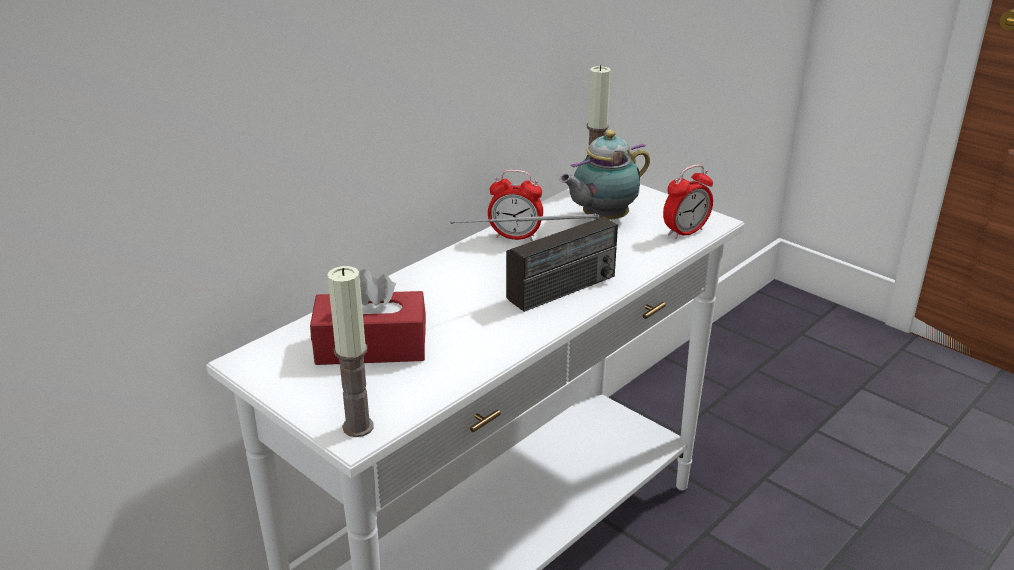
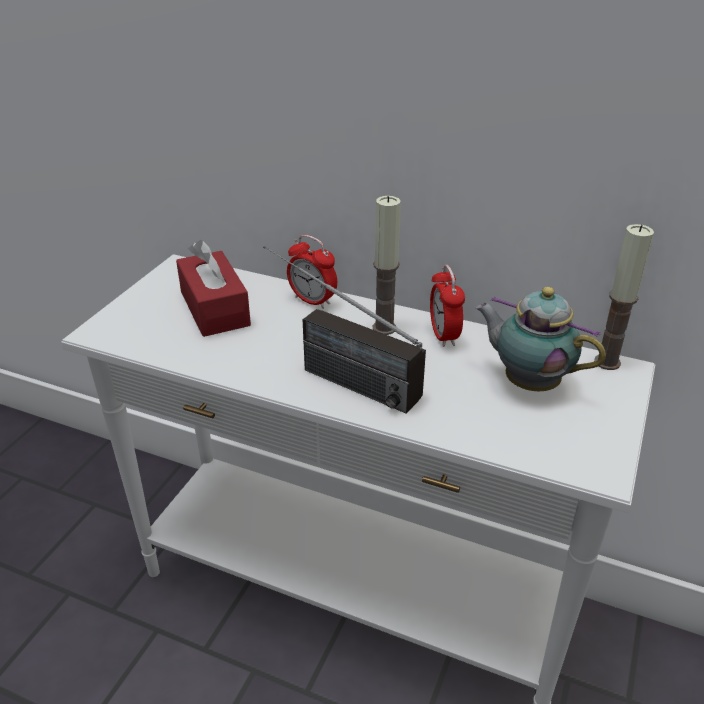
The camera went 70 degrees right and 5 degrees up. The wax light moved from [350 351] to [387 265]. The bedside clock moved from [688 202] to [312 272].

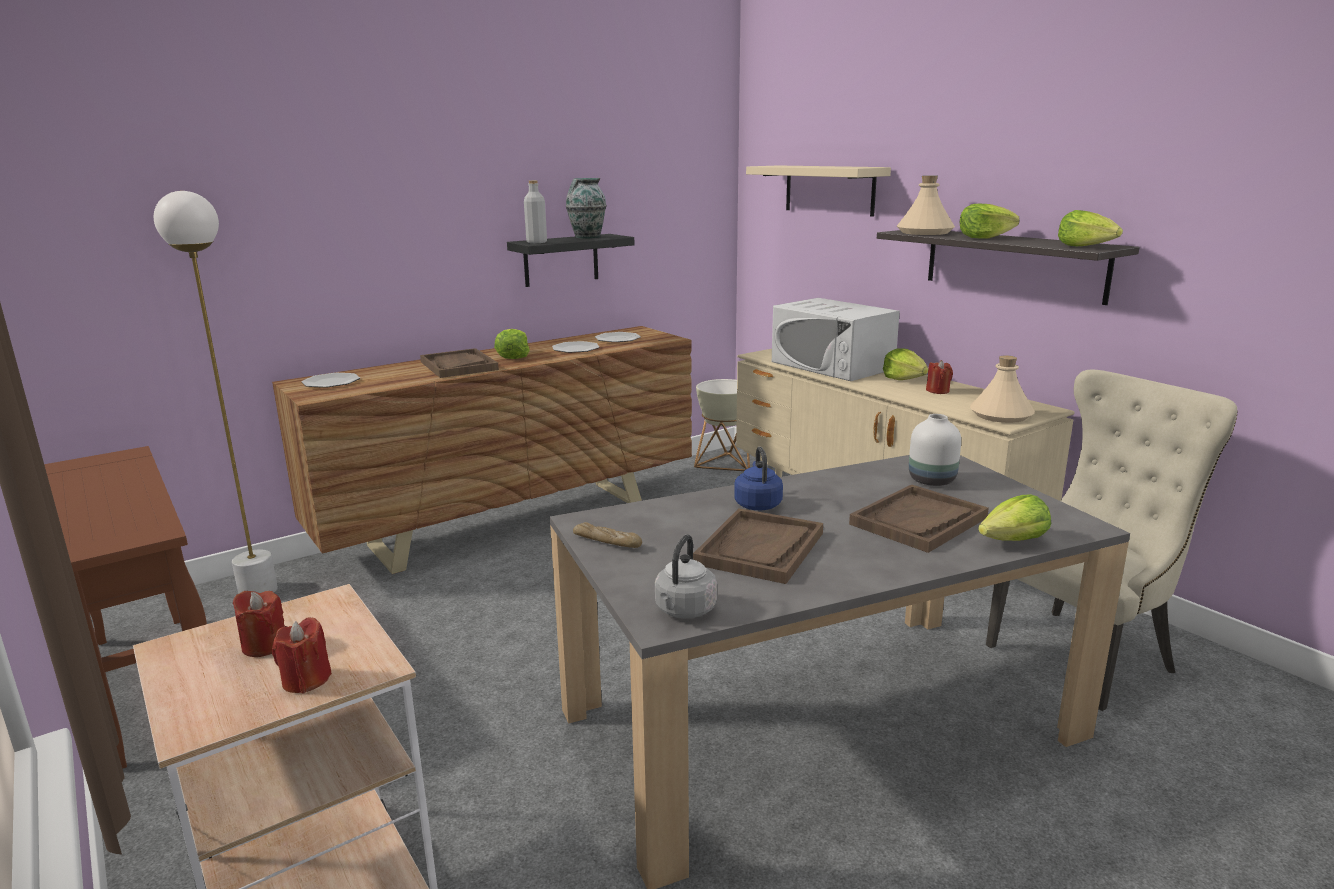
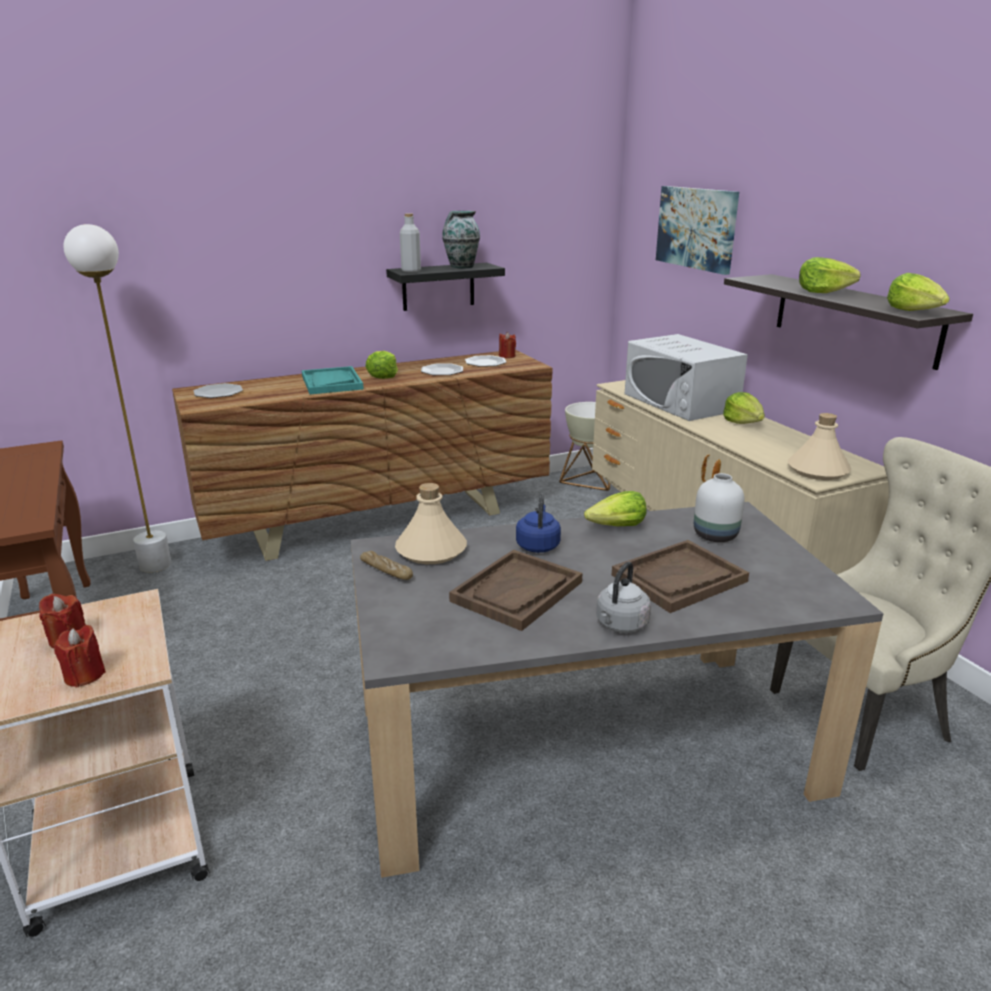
The camera went 10 degrees right and 5 degrees up. The kettle in grey moved from [686 576] to [623 597]. The bottle in beige moved from [926 205] to [431 523]. The wax light in red moved from [939 377] to [507 345]. The lettuce moved from [1014 517] to [615 508]. The shelf in beige at [818 191] was replaced by the wall art at [697 230]. The carrying tray in brown-coloured at [459 363] became the carrying tray in turquoise-coloured at [333 380].

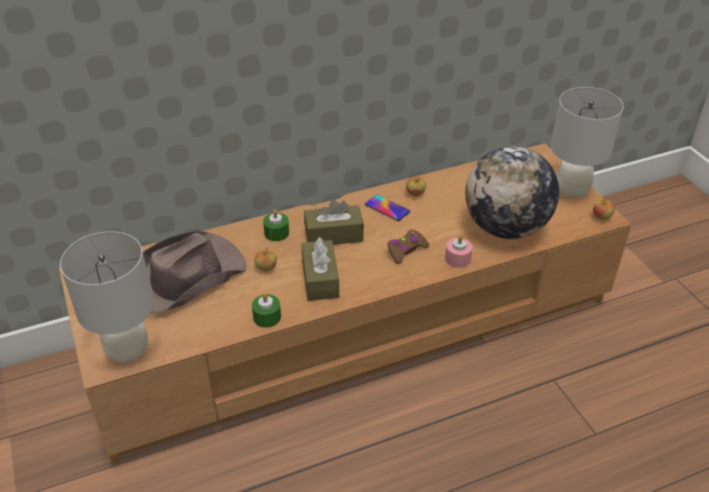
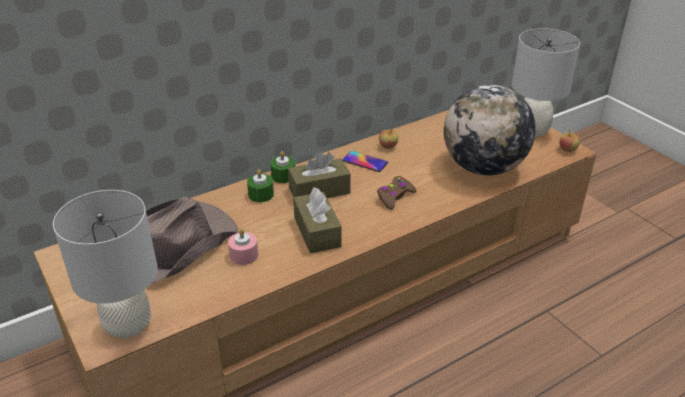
The camera went 10 degrees left and 5 degrees down. The apple at [265 260] disappeared. The wax light in green-coloured moved from [266 310] to [282 167]. The wax light in pink moved from [459 251] to [243 247].

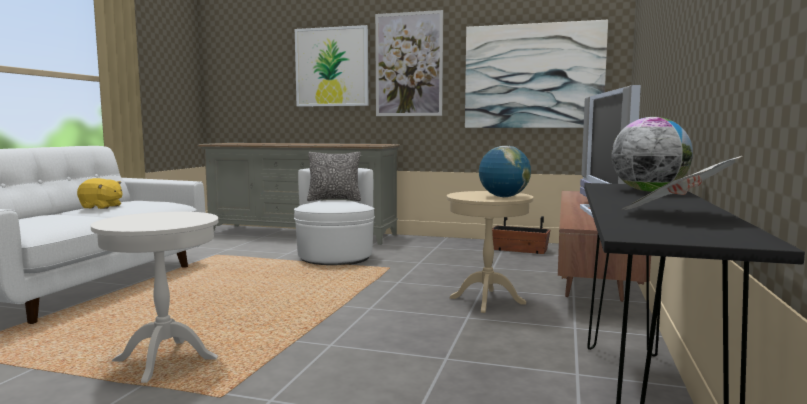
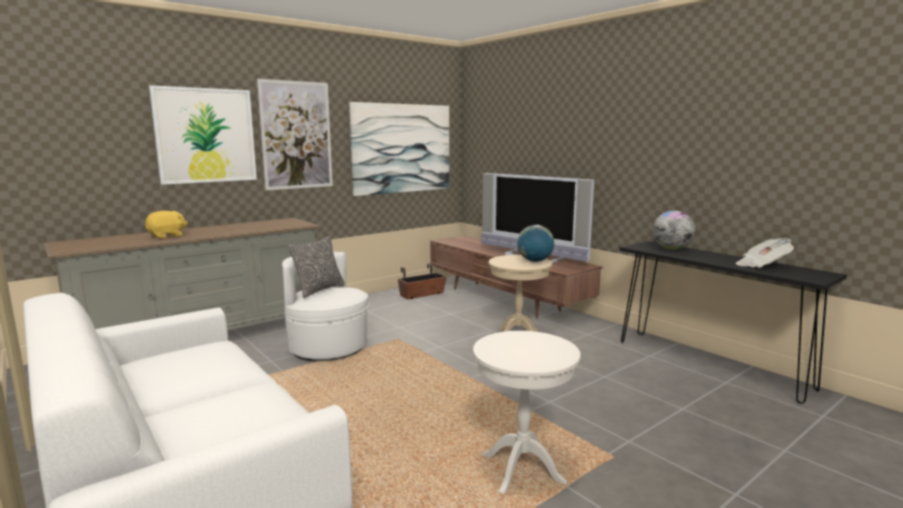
The camera went 55 degrees left and 5 degrees up. The soft toy in yellow moved from [99 193] to [166 225].

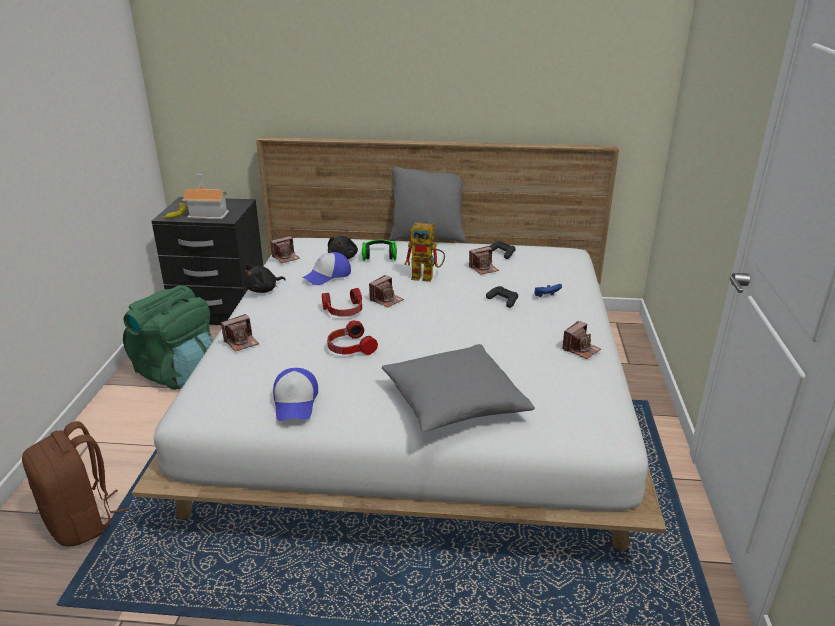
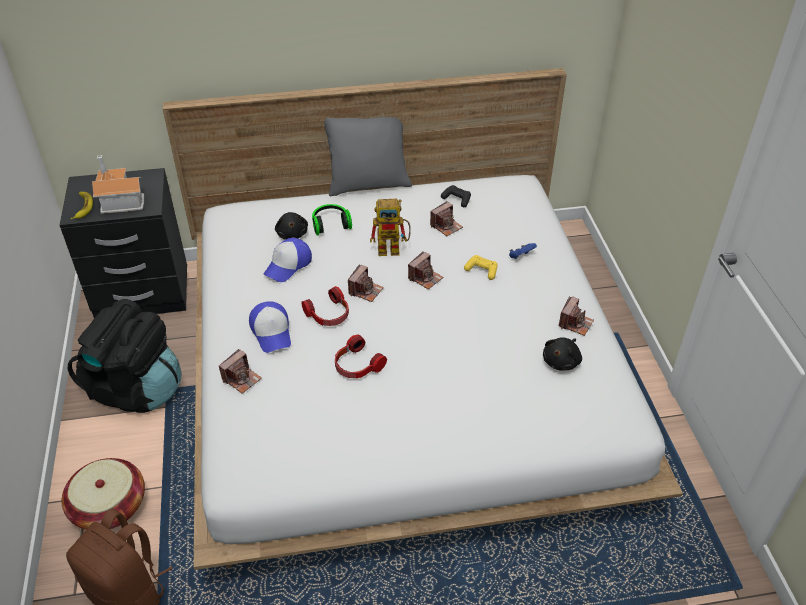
The camera went 15 degrees left and 15 degrees up. The pillow in grey at [458 388] disappeared. The storage basket at [103 494] appeared. The soft toy in black moved from [265 278] to [562 353]. The still camera moved from [285 249] to [425 270]. The peaked cap moved from [295 394] to [270 327]. The backpack in green-coloured at [168 338] became the backpack in black at [125 356]. The game controller in black at [502 297] became the game controller in yellow at [481 267].

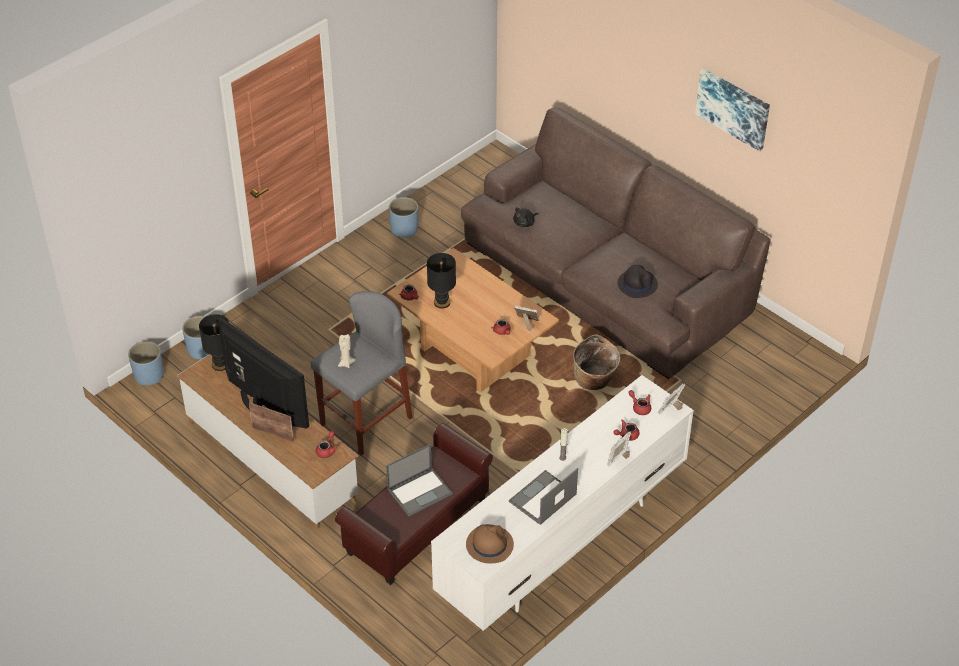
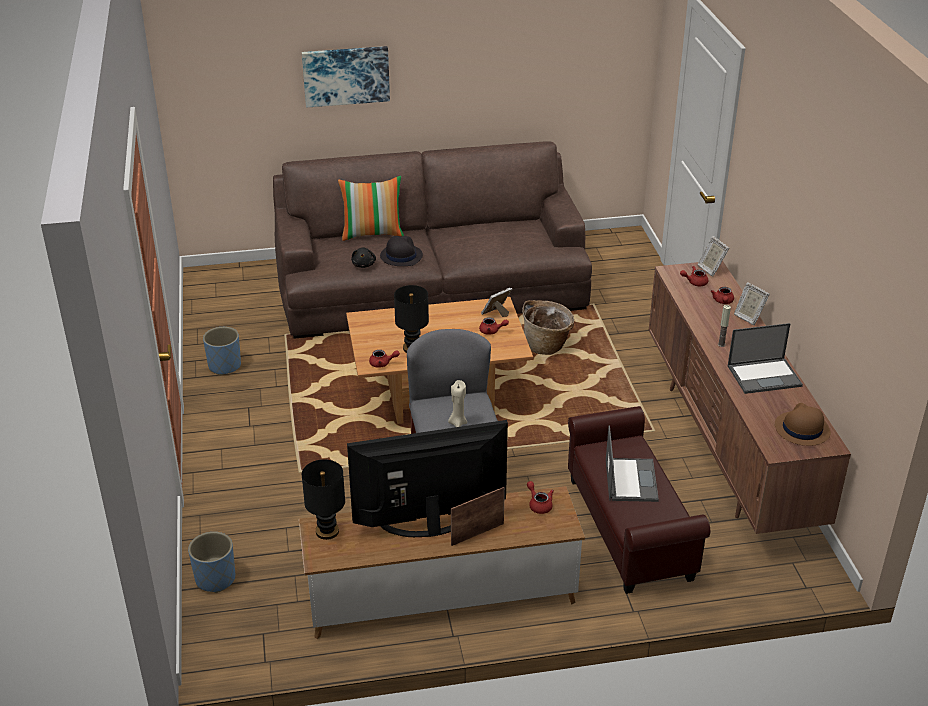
The camera went 55 degrees left and 10 degrees down. The flower pot in bluish at [146 363] disappeared. The pillow at [371 208] appeared. The wearable hat in black moved from [638 281] to [401 251]. The wall art moved from [732 109] to [346 76]. The storage cabinet in white at [562 503] became the storage cabinet in brown-coloured at [750 397]. The laptop at [543 496] turned 90 degrees counterclockwise.

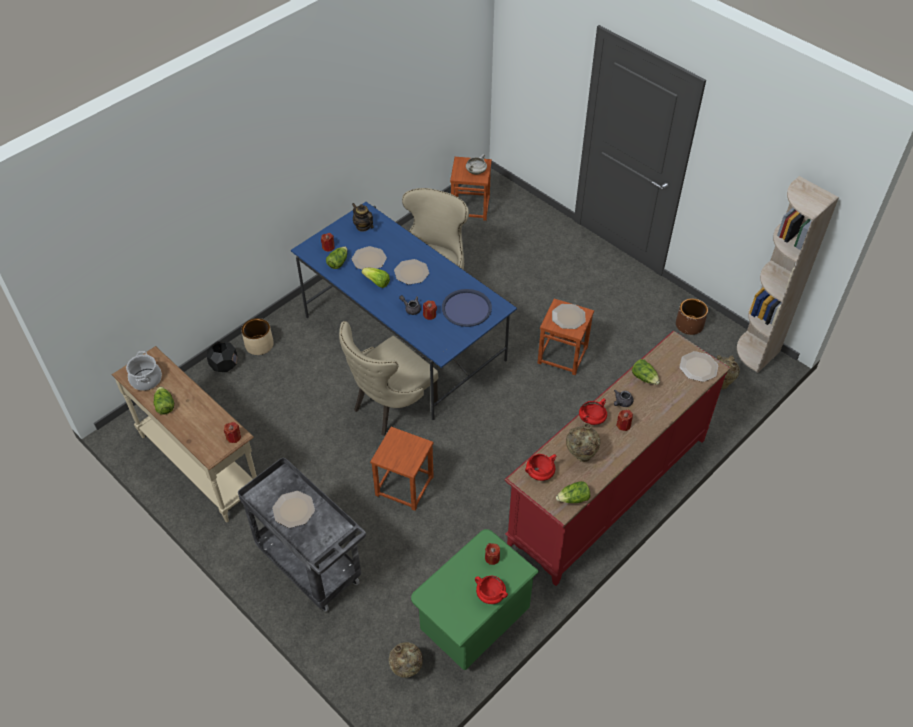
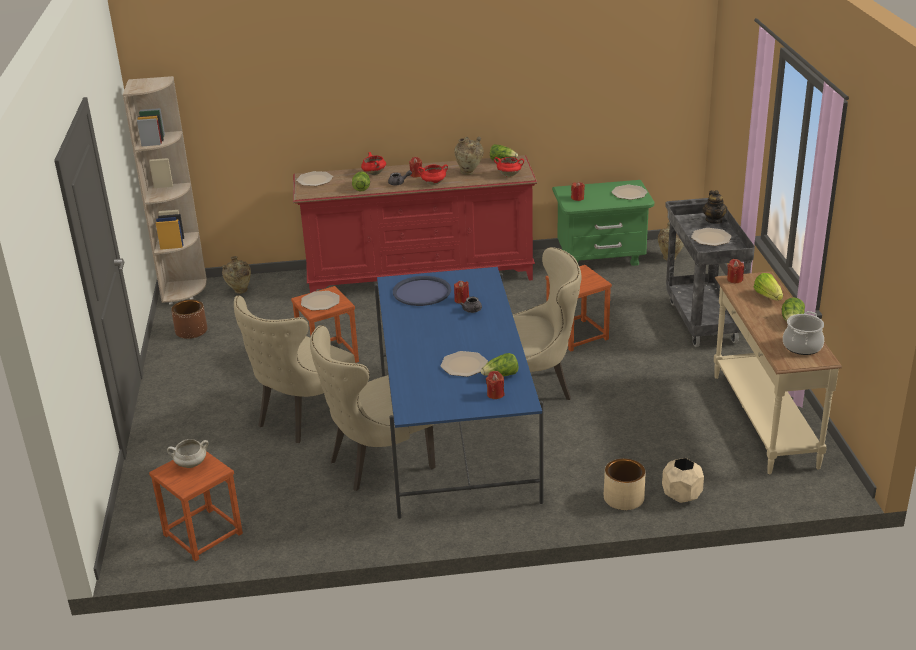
The camera went 140 degrees left and 20 degrees down. The chair in beige at [294 369] appeared. The teapot moved from [363 217] to [714 207]. The lettuce moved from [376 278] to [768 287]. The flat dish moved from [411 272] to [630 192]. The cooking pot in red moved from [491 590] to [373 163]. The flower pot in black at [222 356] became the flower pot in beige at [683 480].

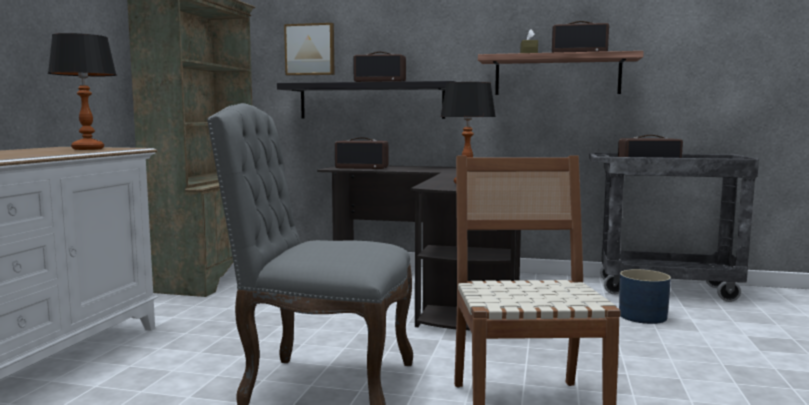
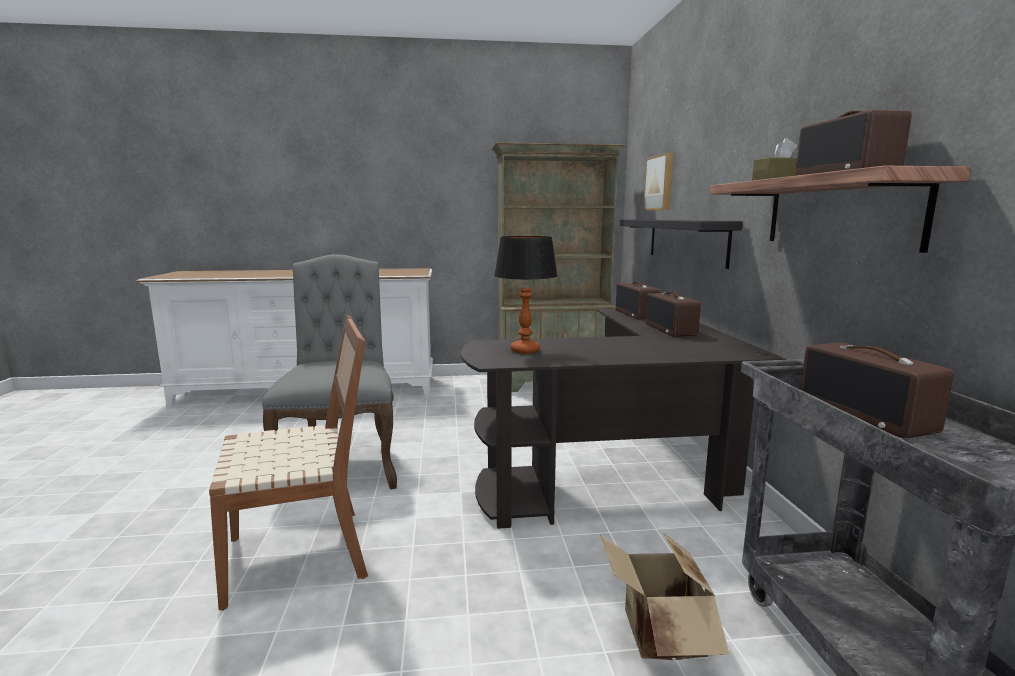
The camera went 70 degrees right and 5 degrees up. The lamp for a table at [82 91] disappeared. The radio moved from [379 67] to [673 314]. The flower pot in bluish at [645 296] was replaced by the packing box at [665 596].

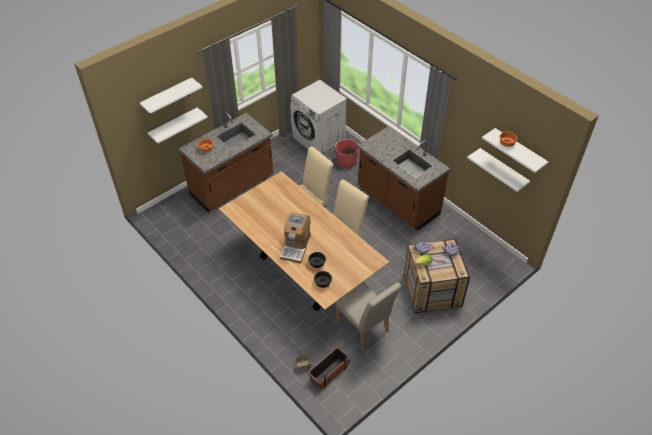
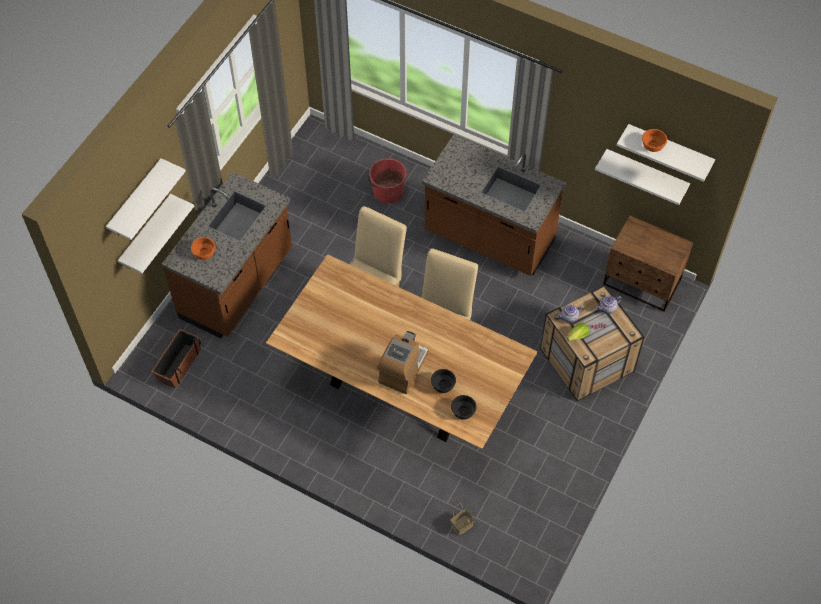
The camera went 20 degrees left and 10 degrees up. The washing machine in white at [319 117] disappeared. The chair in beige at [368 316] disappeared. The night table in brown-coloured at [648 263] appeared. The flower pot moved from [328 368] to [176 359]. The coffee maker at [295 238] turned 150 degrees counterclockwise.

